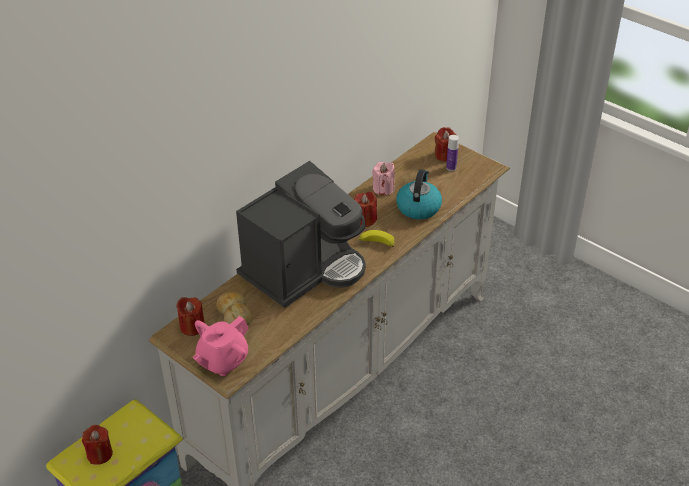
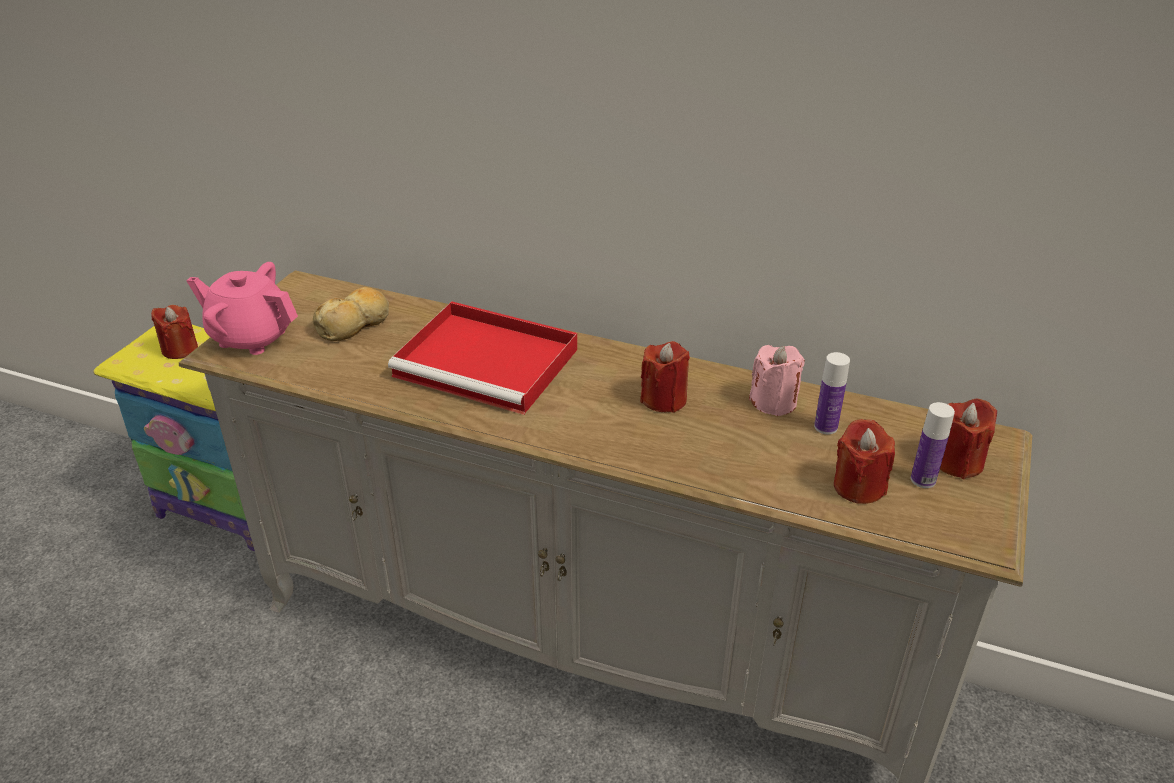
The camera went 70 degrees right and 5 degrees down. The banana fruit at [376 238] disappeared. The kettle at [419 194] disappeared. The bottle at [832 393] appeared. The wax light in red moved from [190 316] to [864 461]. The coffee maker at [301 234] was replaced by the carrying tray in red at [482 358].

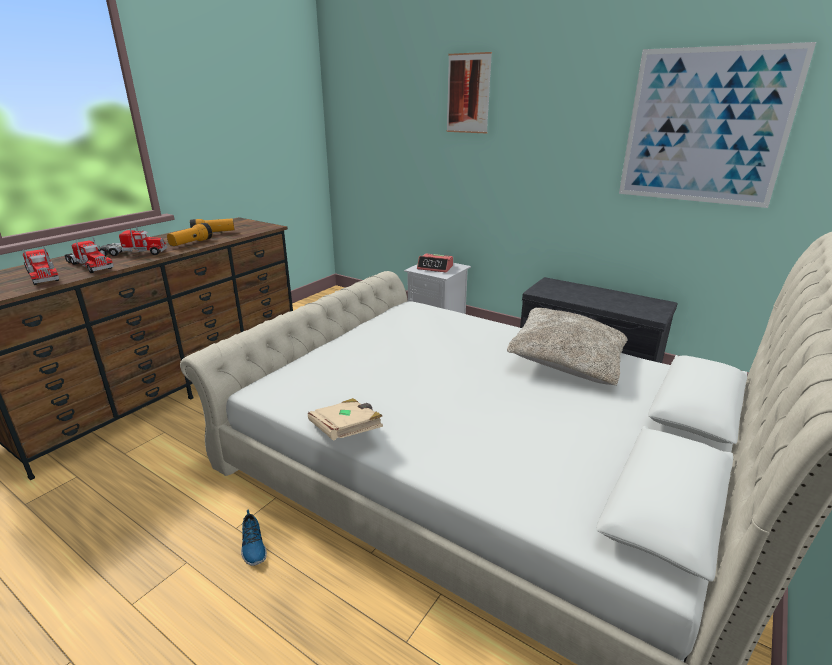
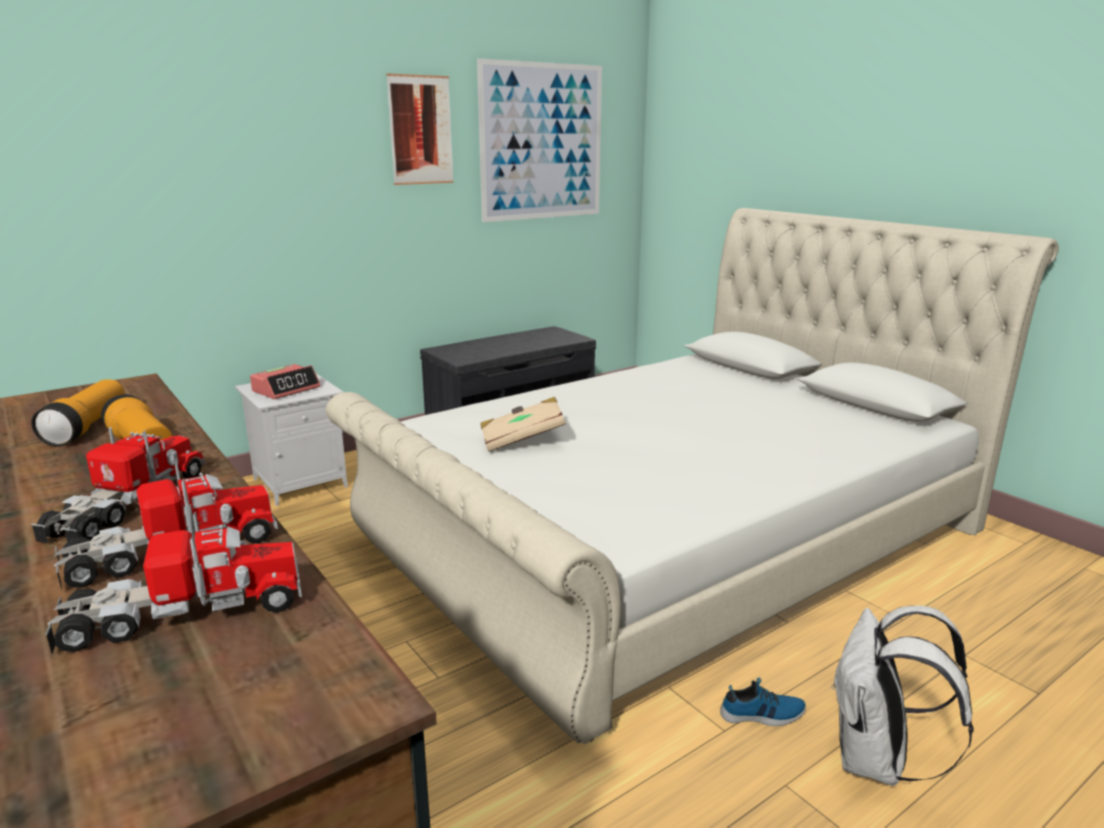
The camera went 70 degrees left and 5 degrees down. The pillow in beige at [567 346] disappeared. The backpack in white at [902 695] appeared. The volume in beige moved from [345 419] to [523 424]. The wall art moved from [469 93] to [420 129].

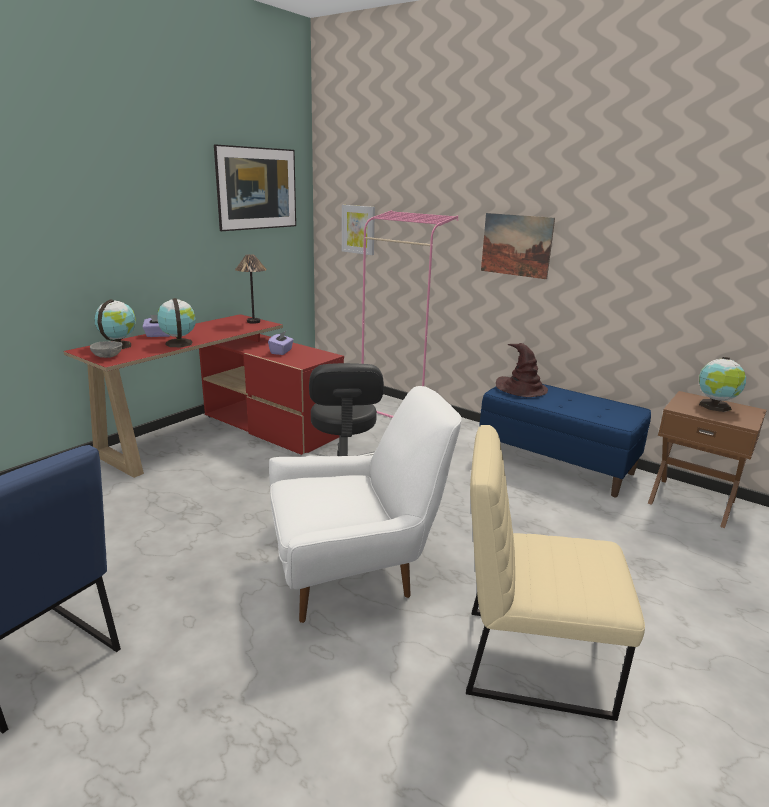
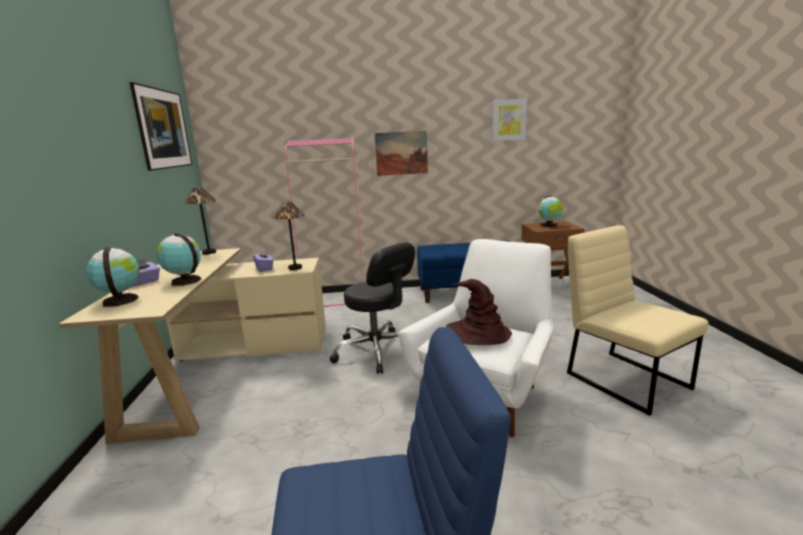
The camera went 40 degrees left and 5 degrees down. The deep dish in grey at [106 349] disappeared. The lamp for a table at [289 235] appeared. The wall art moved from [358 230] to [509 120]. The wearable hat in brown-coloured moved from [522 370] to [479 312]. The desk unit in red at [203 396] became the desk unit in beige at [192 346]. The chair in beige at [555 573] turned 90 degrees clockwise.

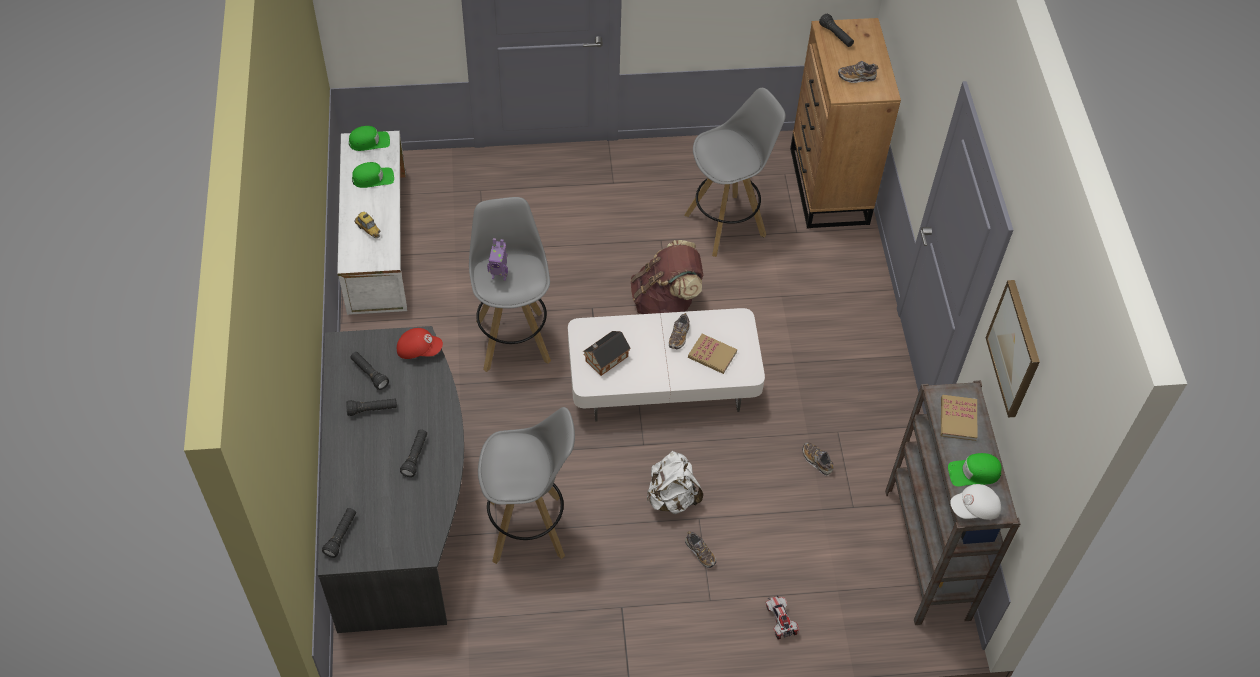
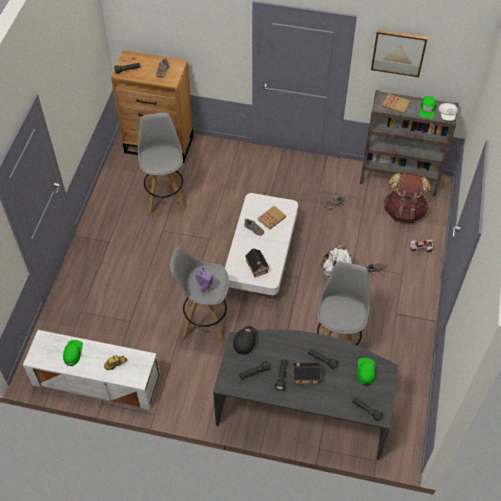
The camera went 70 degrees left and 0 degrees up. The miniature house at [307 373] appeared. The peaked cap in green-coloured moved from [369 138] to [366 372]. The backpack in brown-coloured moved from [666 277] to [407 198]. The peaked cap in red at [420 343] became the peaked cap in black at [245 340].

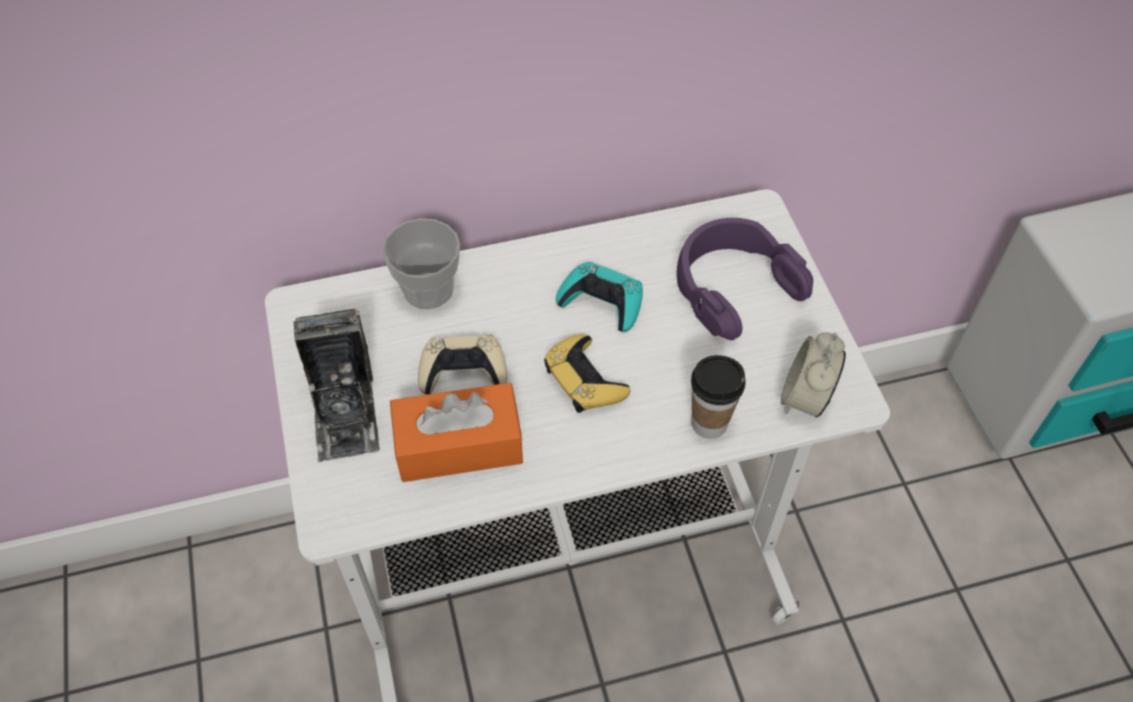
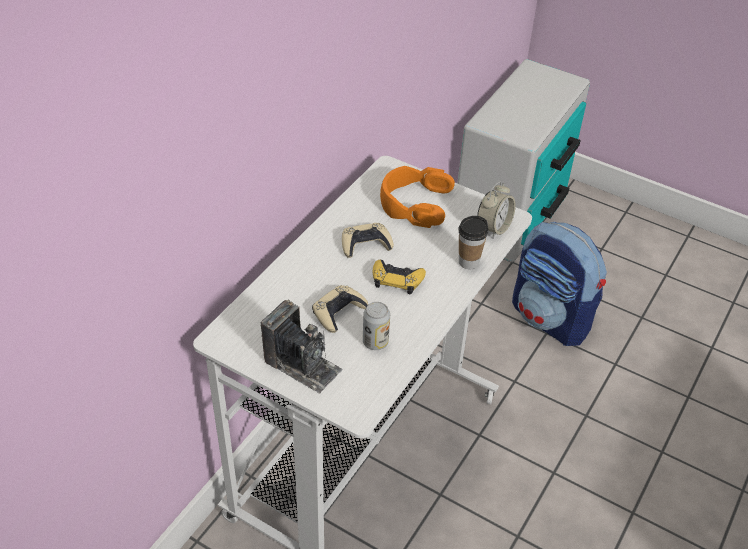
The camera went 45 degrees left and 10 degrees down. The drinking cup at [421 263] disappeared. The backpack at [559 284] appeared. The tissue holder in orange at [456 432] was replaced by the metal can at [376 326]. The game controller in turquoise-coloured at [599 297] became the game controller in beige at [368 240]. The pair of headphones in purple at [745 279] became the pair of headphones in orange at [417 197]. The bedside clock at [813 375] turned 120 degrees counterclockwise.

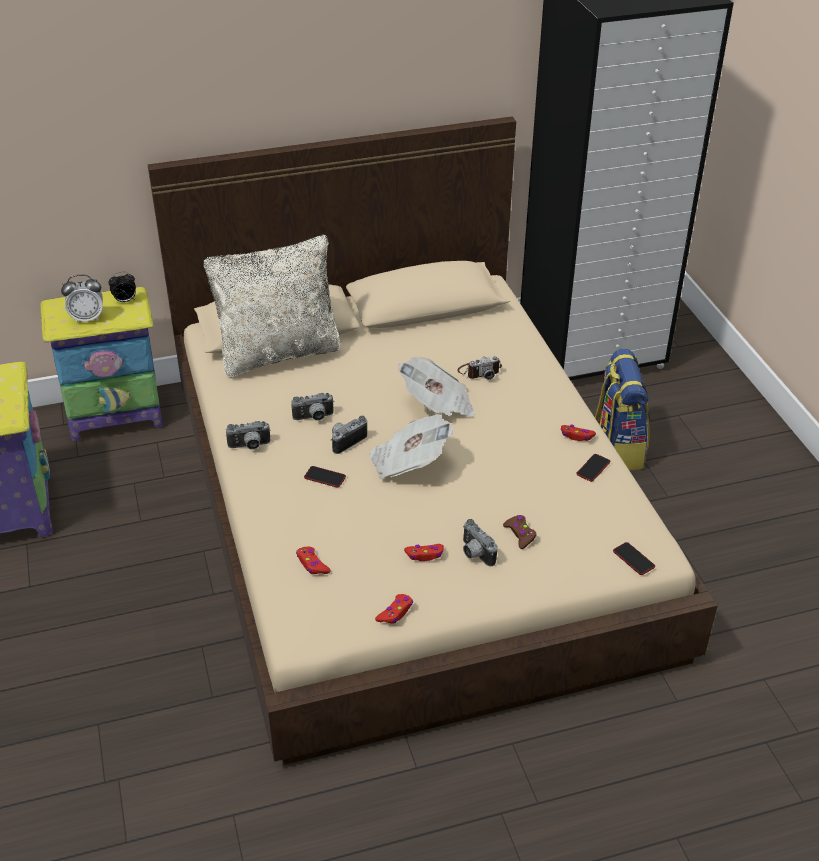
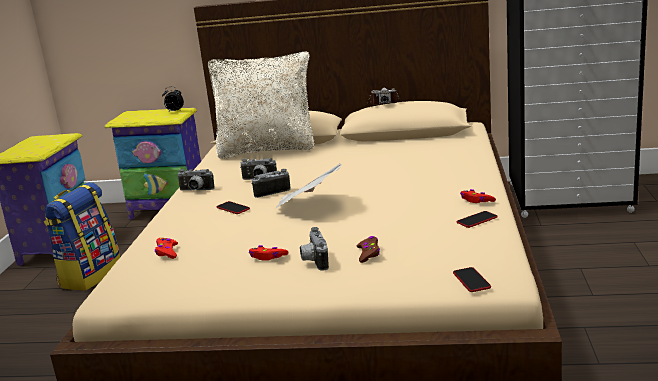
The camera went 25 degrees right and 20 degrees down. The bedside clock at [82 299] disappeared. The game controller in red at [394 609] disappeared. The newspaper at [436 387] disappeared. The still camera moved from [479 367] to [383 96]. The backpack moved from [622 409] to [82 236].

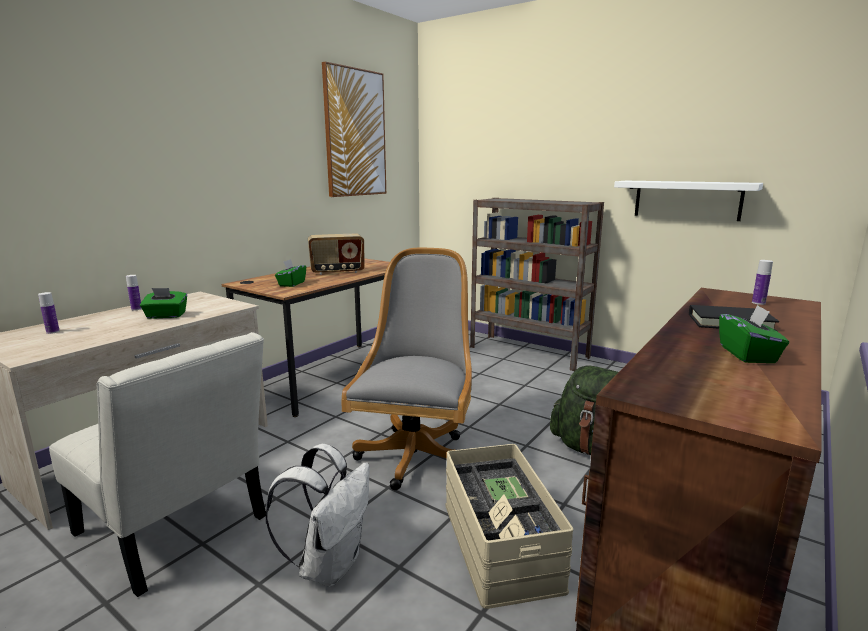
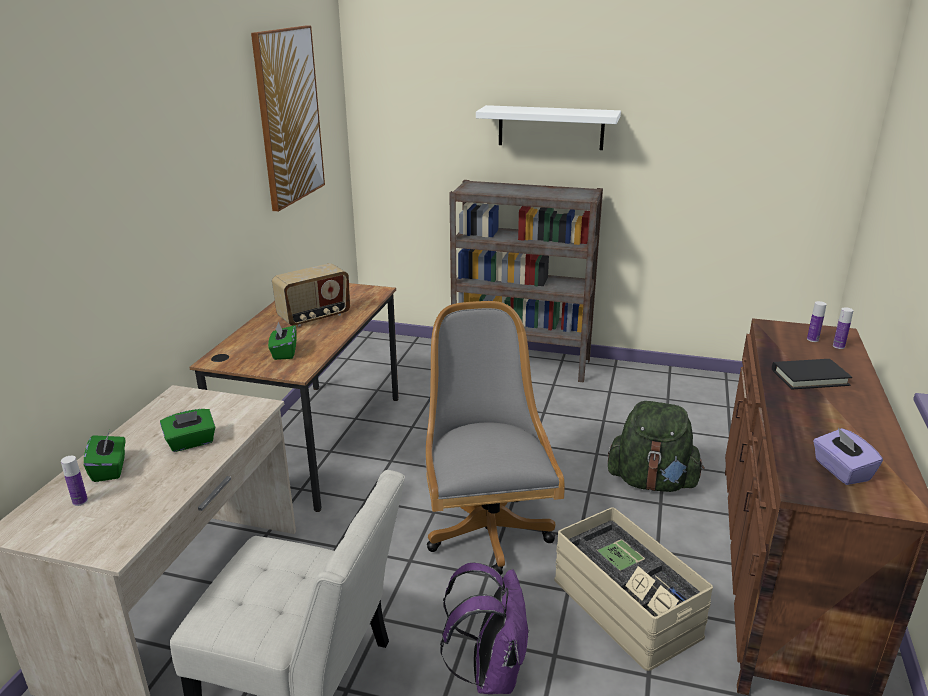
The camera went 20 degrees left and 10 degrees up. The tissue holder in purple at [848 456] appeared. The bottle moved from [134 293] to [843 328]. The shelf in white moved from [688 201] to [548 127]. The tissue holder in green-coloured moved from [754 334] to [104 456]. The backpack in white at [317 515] became the backpack in purple at [484 628].

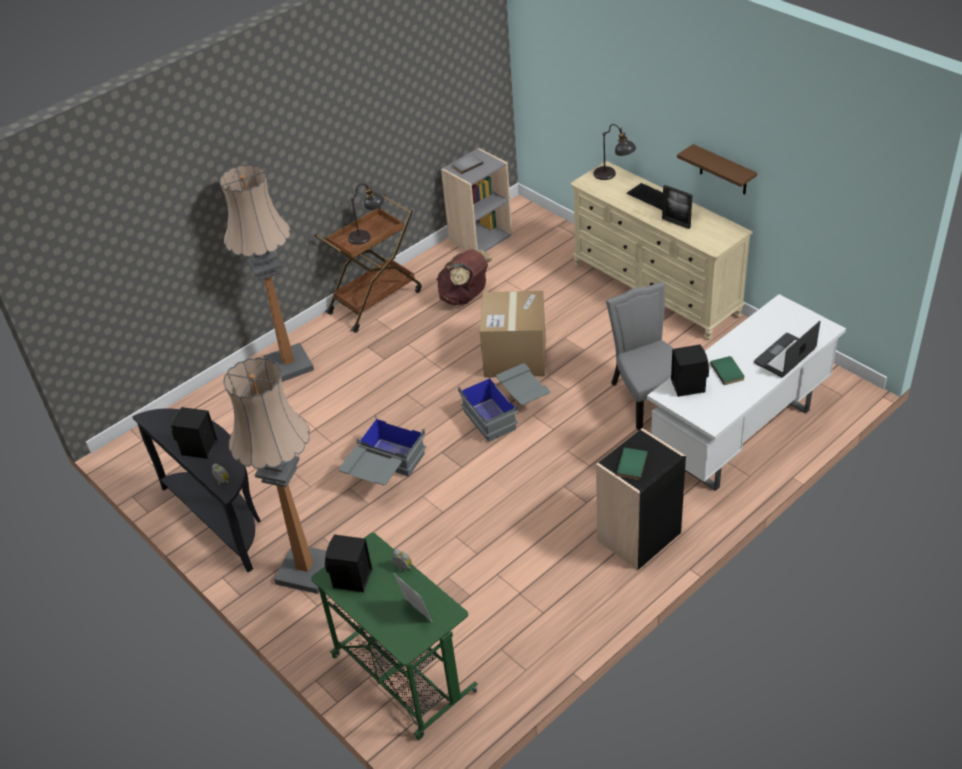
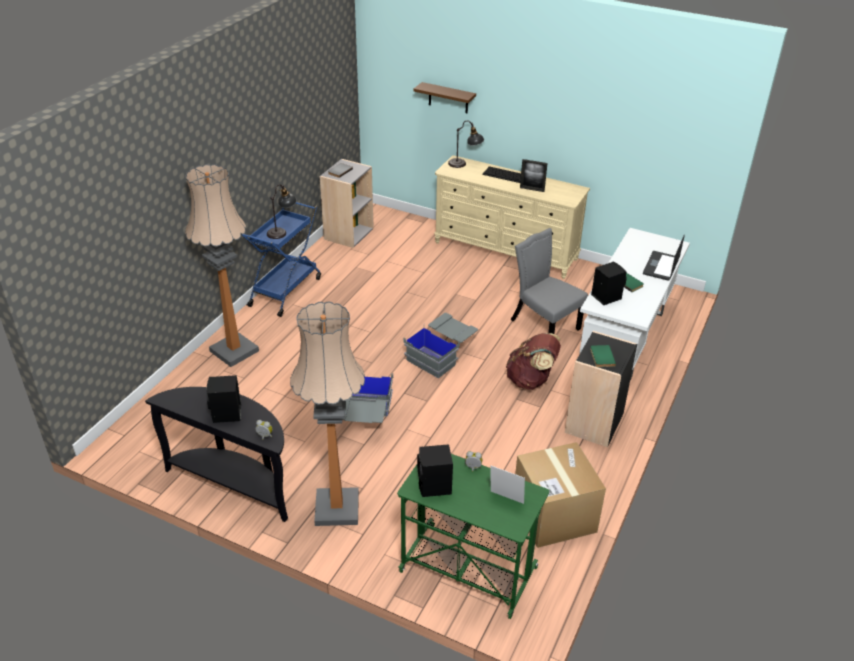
The camera went 25 degrees left and 5 degrees down. The backpack in brown-coloured moved from [464 277] to [533 361]. The packing box moved from [512 334] to [560 495]. The shelf in brown-coloured moved from [717 169] to [444 97]. The cart in brown-coloured at [368 263] became the cart in bluish at [281 259].

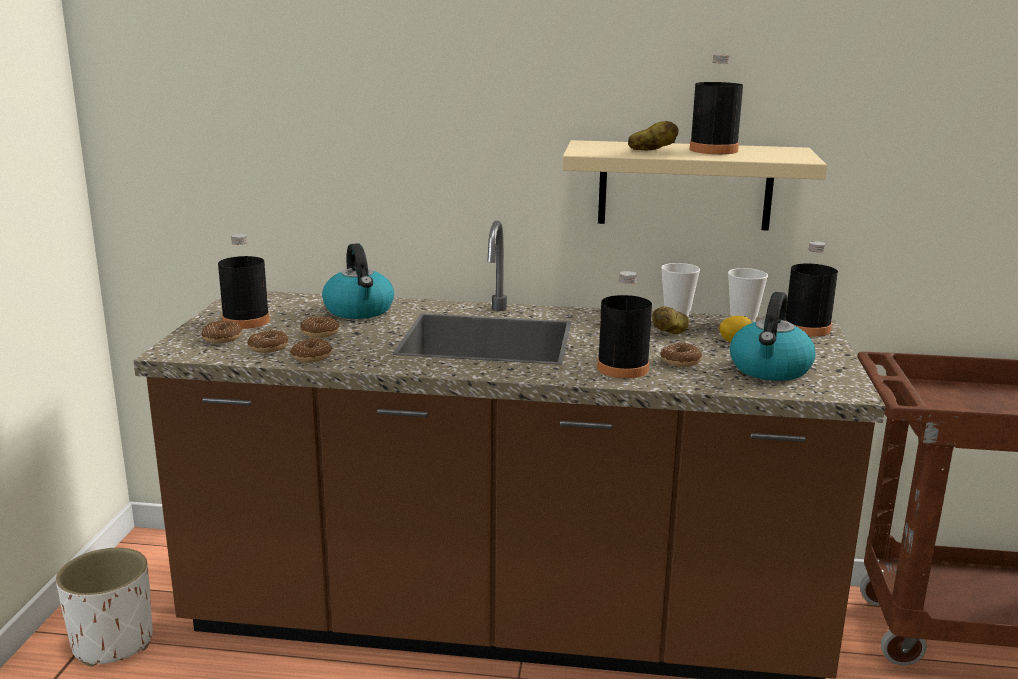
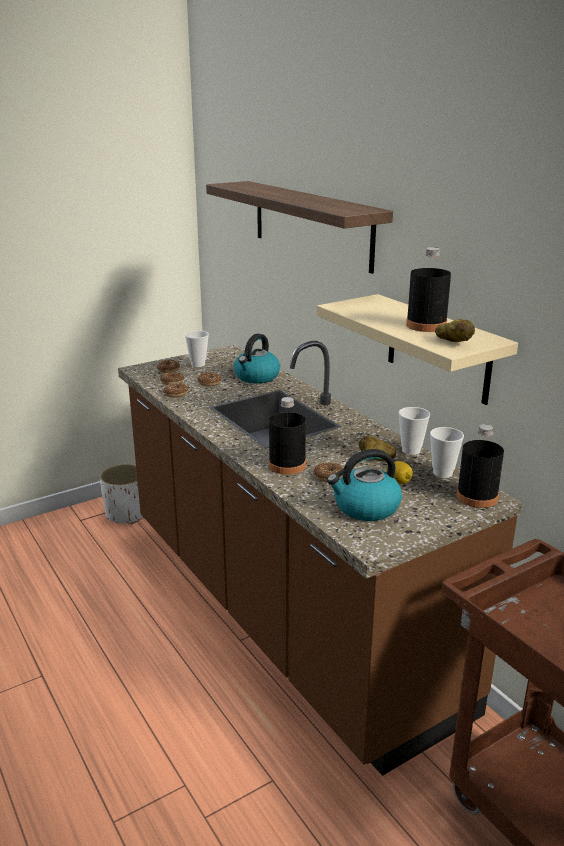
The camera went 50 degrees right and 5 degrees up. The shelf at [299 227] appeared. The potato moved from [653 135] to [455 330]. The bottle in black at [244 281] was replaced by the drinking cup at [197 349].

